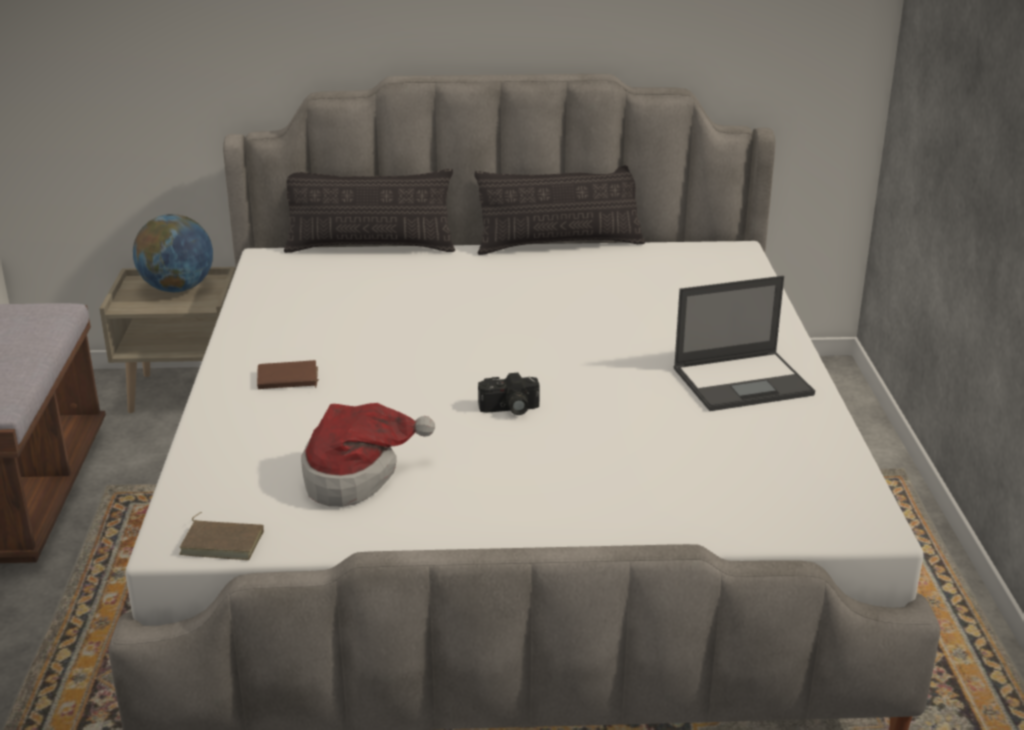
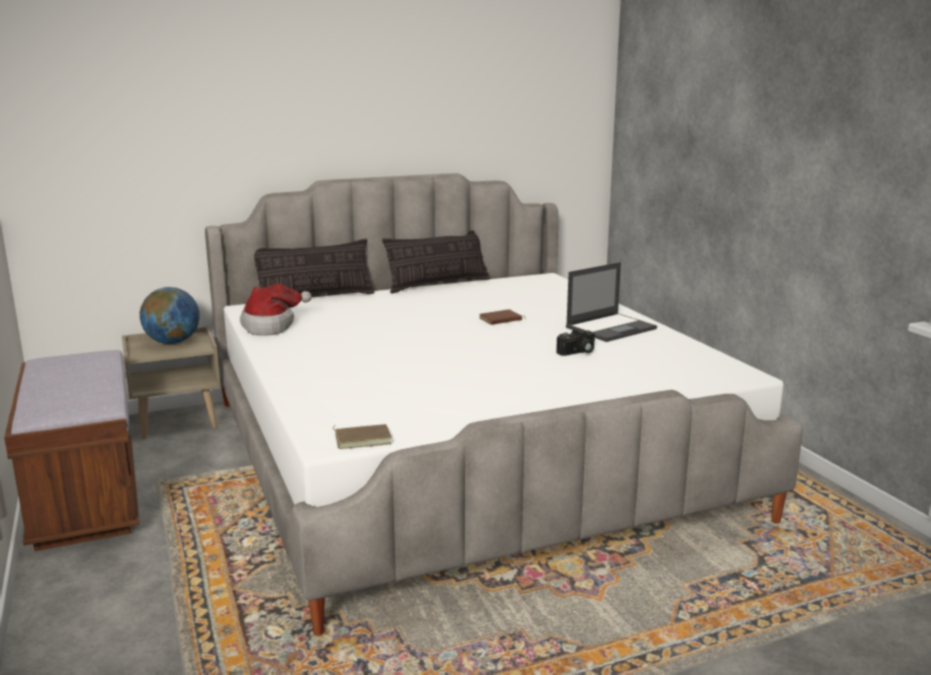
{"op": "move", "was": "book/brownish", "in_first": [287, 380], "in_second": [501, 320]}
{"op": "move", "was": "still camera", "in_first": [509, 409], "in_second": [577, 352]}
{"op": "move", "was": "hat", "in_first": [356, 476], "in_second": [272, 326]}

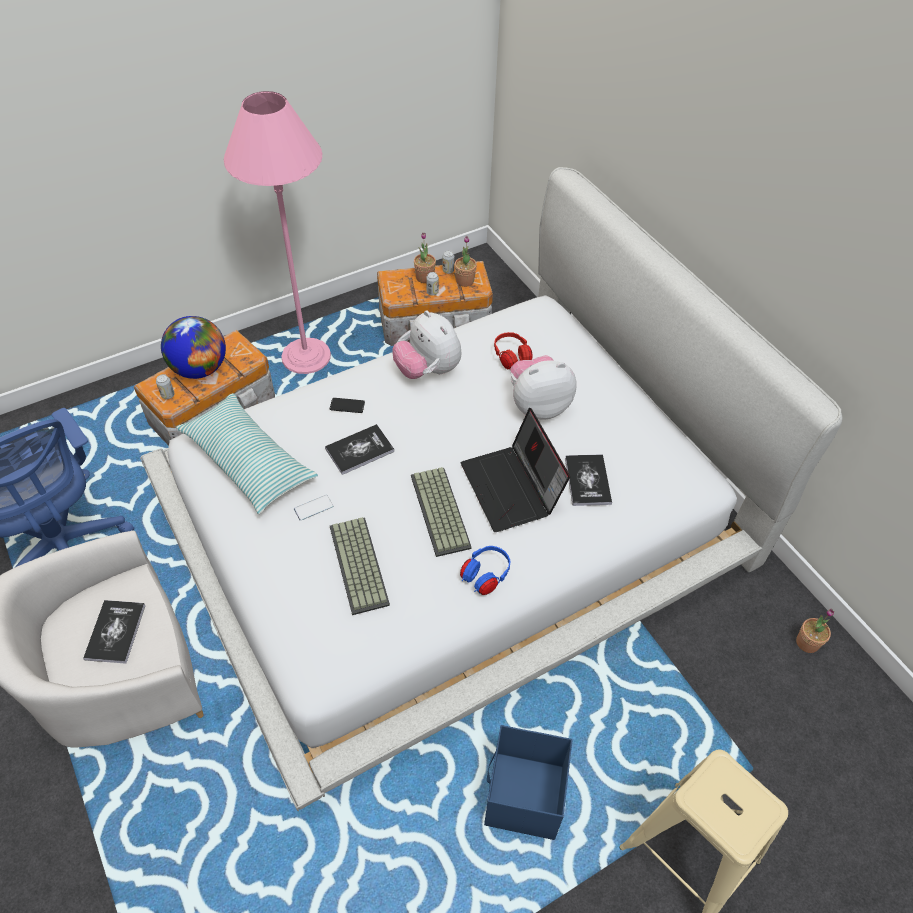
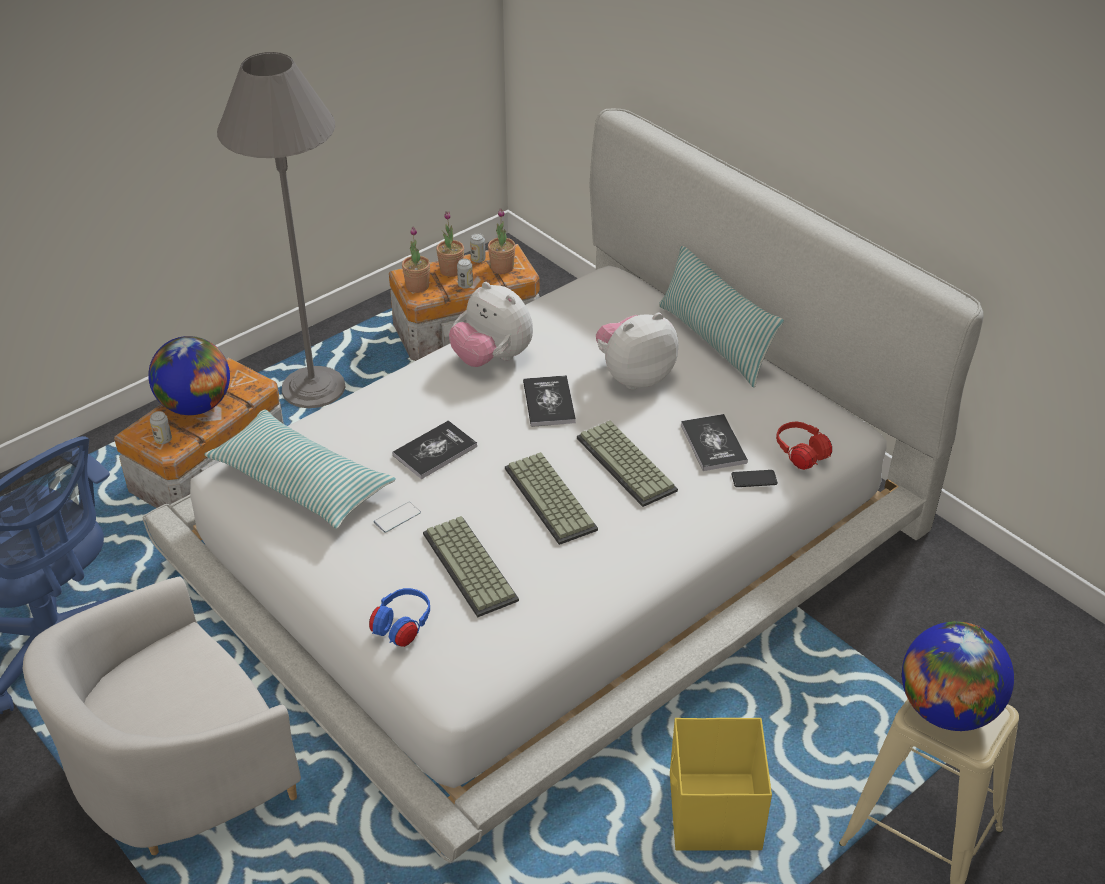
{"op": "recolor", "was": "floor lamp/pinkish", "now": "floor lamp/grey", "in_first": [306, 357], "in_second": [313, 389]}
{"op": "move", "was": "pair of headphones/red", "in_first": [511, 358], "in_second": [801, 455]}
{"op": "move", "was": "handset", "in_first": [347, 406], "in_second": [754, 479]}
{"op": "replace", "was": "portable computer", "now": "PC keyboard", "in_first": [512, 489], "in_second": [628, 464]}
{"op": "move", "was": "pair of headphones/blue-coloured", "in_first": [485, 576], "in_second": [402, 627]}
{"op": "move", "was": "book", "in_first": [115, 632], "in_second": [549, 402]}
{"op": "move", "was": "potted plant", "in_first": [807, 643], "in_second": [417, 286]}
{"op": "recolor", "was": "storage box/blue-coloured", "now": "storage box/yellow", "in_first": [523, 797], "in_second": [714, 814]}
{"op": "insert", "now": "pillow", "in_second": [714, 341]}
{"op": "insert", "now": "desk globe", "in_second": [947, 709]}

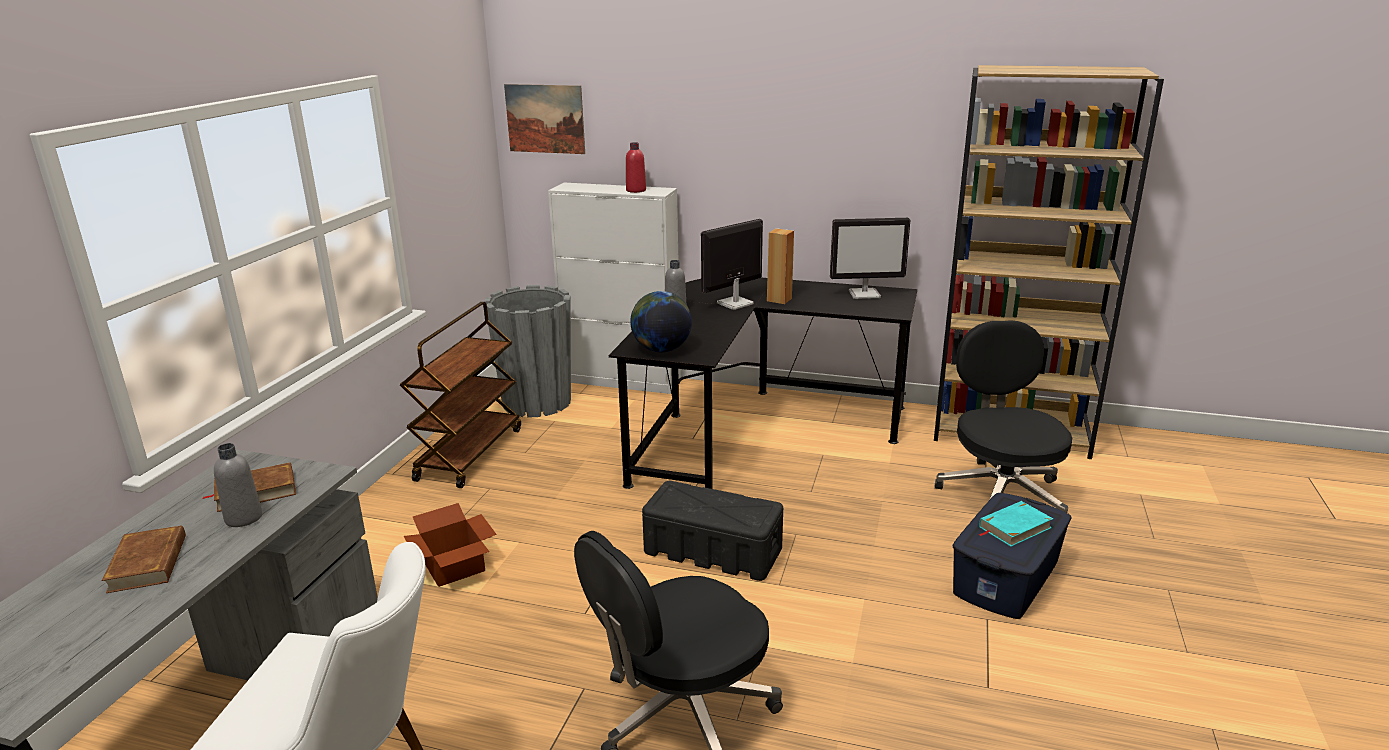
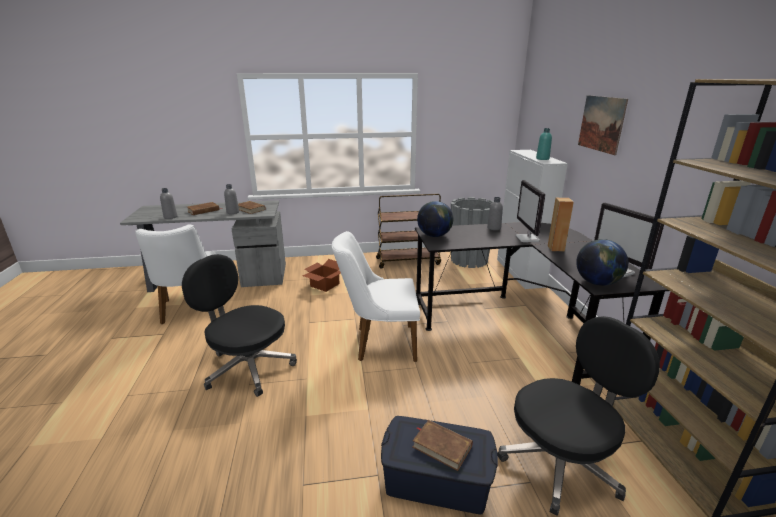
{"op": "move", "was": "wall art", "in_first": [545, 119], "in_second": [601, 124]}
{"op": "recolor", "was": "bottle/red", "now": "bottle/turquoise", "in_first": [636, 190], "in_second": [542, 159]}
{"op": "rotate", "was": "computer display", "in_first": [734, 304], "in_second": [527, 239], "clockwise": -120}
{"op": "replace", "was": "storage box/black-coloured", "now": "upright chair/white", "in_first": [712, 551], "in_second": [379, 343]}
{"op": "recolor", "was": "book/turquoise", "now": "book/brownish", "in_first": [1014, 527], "in_second": [442, 446]}
{"op": "insert", "now": "bottle/grey", "in_second": [170, 217]}
{"op": "insert", "now": "desk globe", "in_second": [597, 282]}

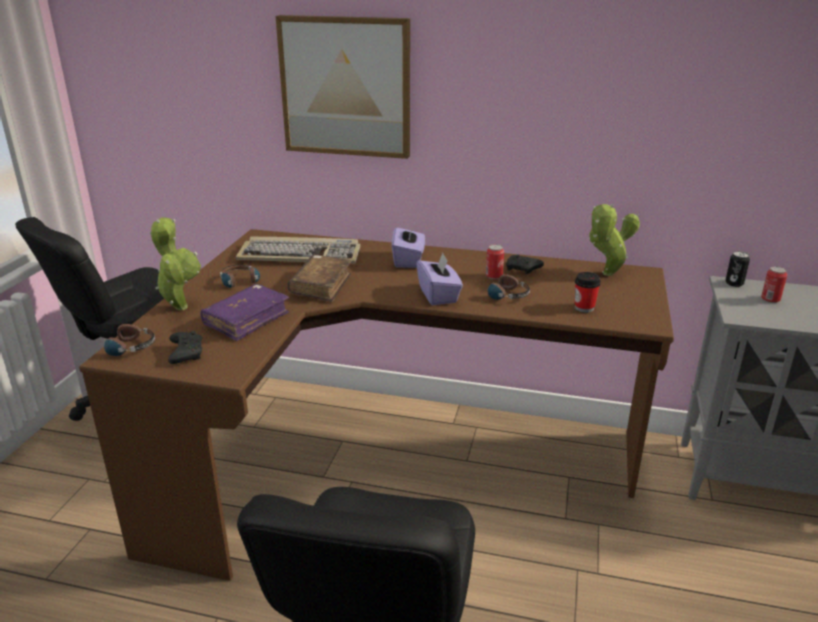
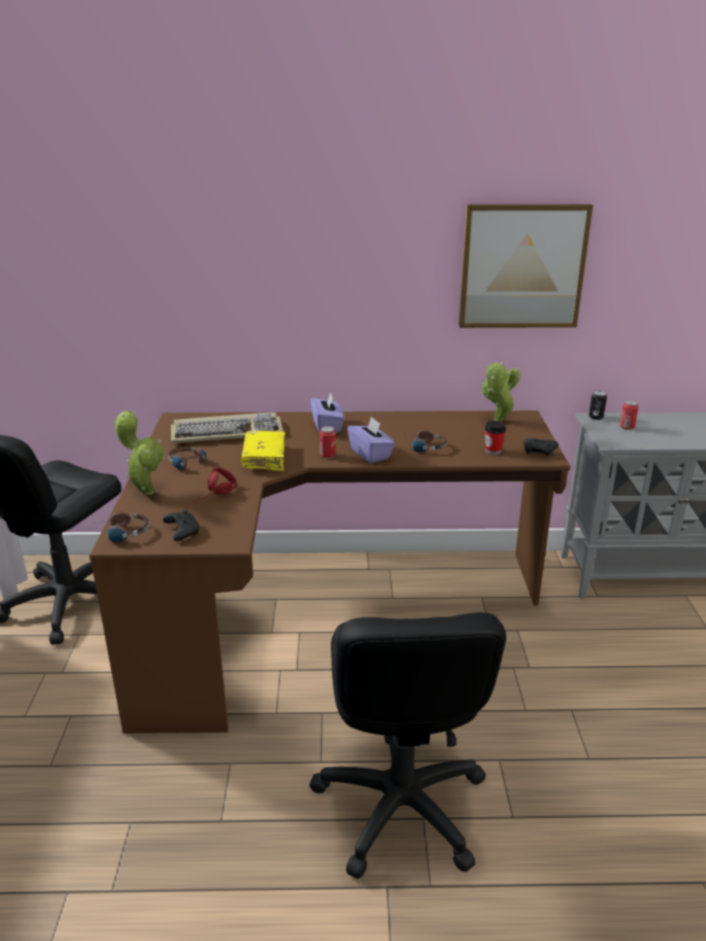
{"op": "move", "was": "wall art", "in_first": [346, 87], "in_second": [522, 266]}
{"op": "move", "was": "sealed can", "in_first": [494, 276], "in_second": [328, 455]}
{"op": "recolor", "was": "book/brownish", "now": "book/yellow", "in_first": [321, 286], "in_second": [264, 458]}
{"op": "move", "was": "joypad/black-coloured", "in_first": [523, 270], "in_second": [539, 452]}
{"op": "replace", "was": "book/purplish", "now": "pair of headphones/red", "in_first": [247, 320], "in_second": [217, 495]}

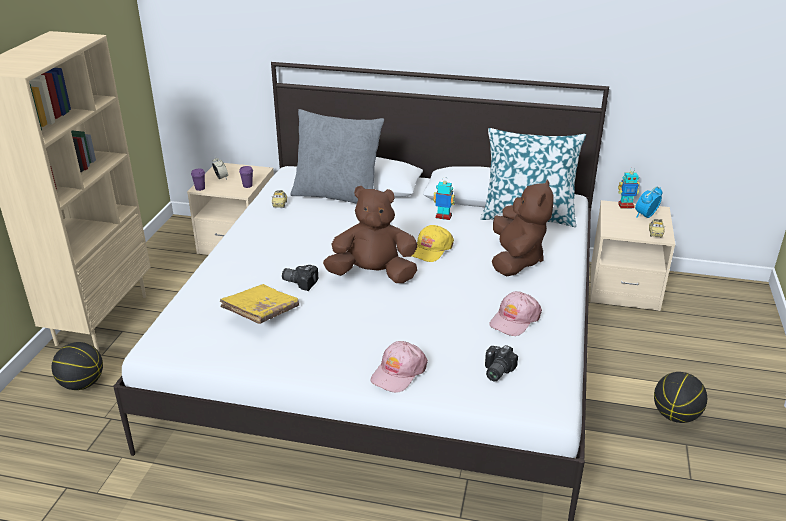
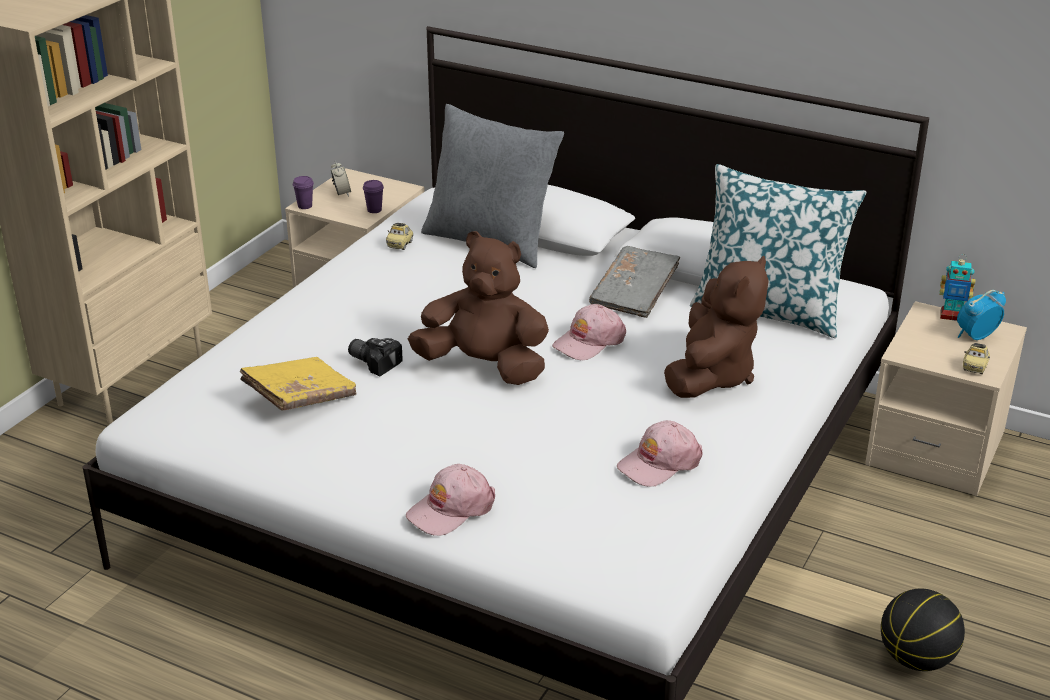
{"op": "replace", "was": "model robot", "now": "book/grey", "in_first": [443, 217], "in_second": [634, 295]}
{"op": "recolor", "was": "cap/yellow", "now": "cap/pinkish", "in_first": [431, 249], "in_second": [589, 341]}
{"op": "delete", "was": "basketball", "in_first": [82, 384]}
{"op": "delete", "was": "still camera", "in_first": [495, 371]}

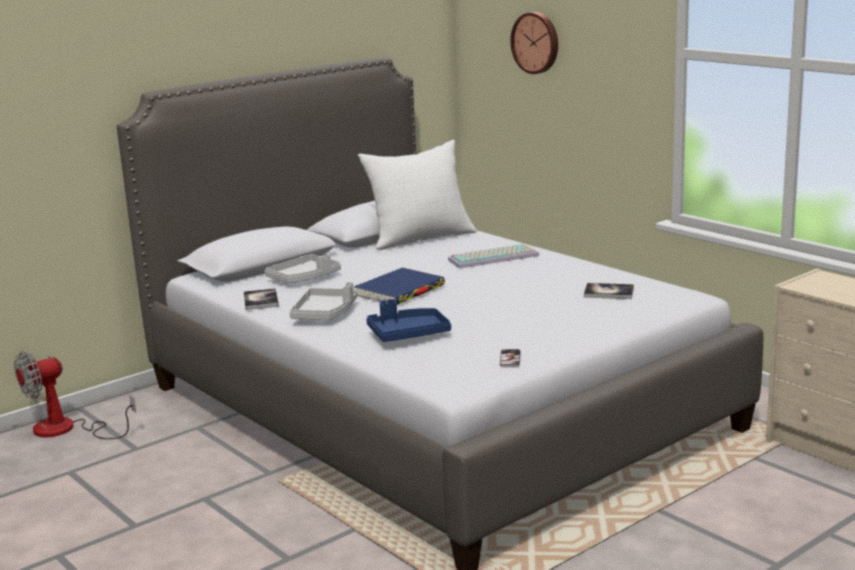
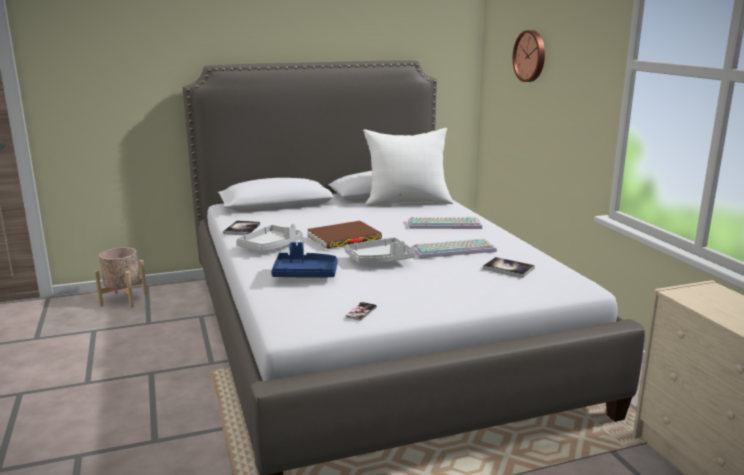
{"op": "move", "was": "serving tray/grey", "in_first": [304, 278], "in_second": [380, 260]}
{"op": "recolor", "was": "book/blue-coloured", "now": "book/brownish", "in_first": [400, 291], "in_second": [344, 238]}
{"op": "replace", "was": "electric fan", "now": "planter/beige", "in_first": [67, 429], "in_second": [124, 299]}
{"op": "insert", "now": "PC keyboard", "in_second": [454, 249]}

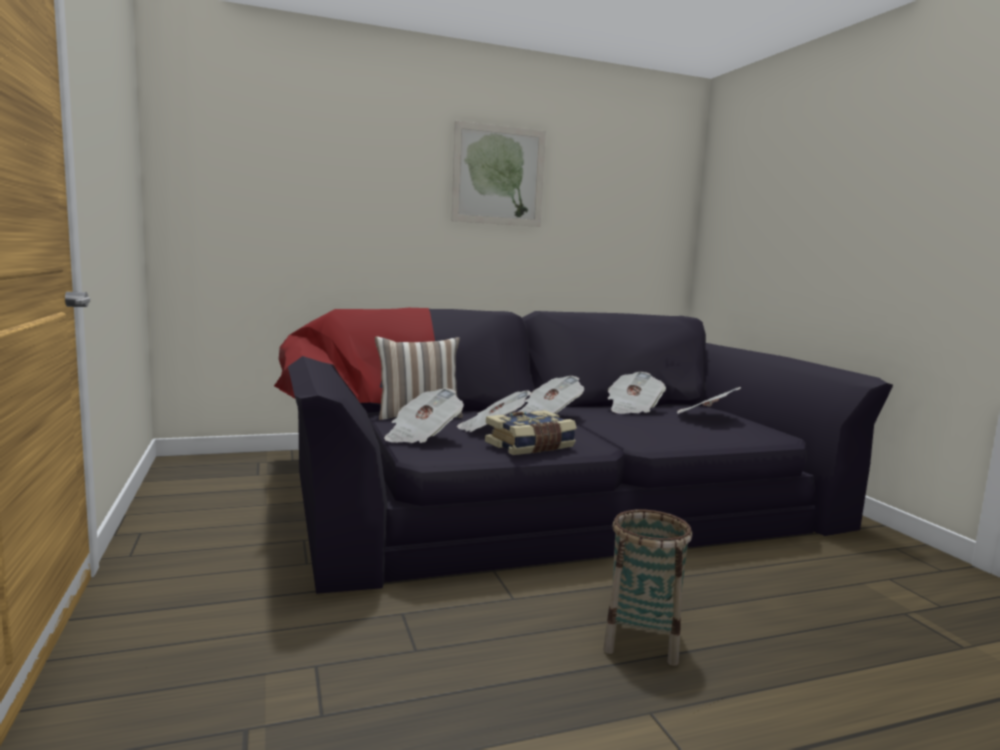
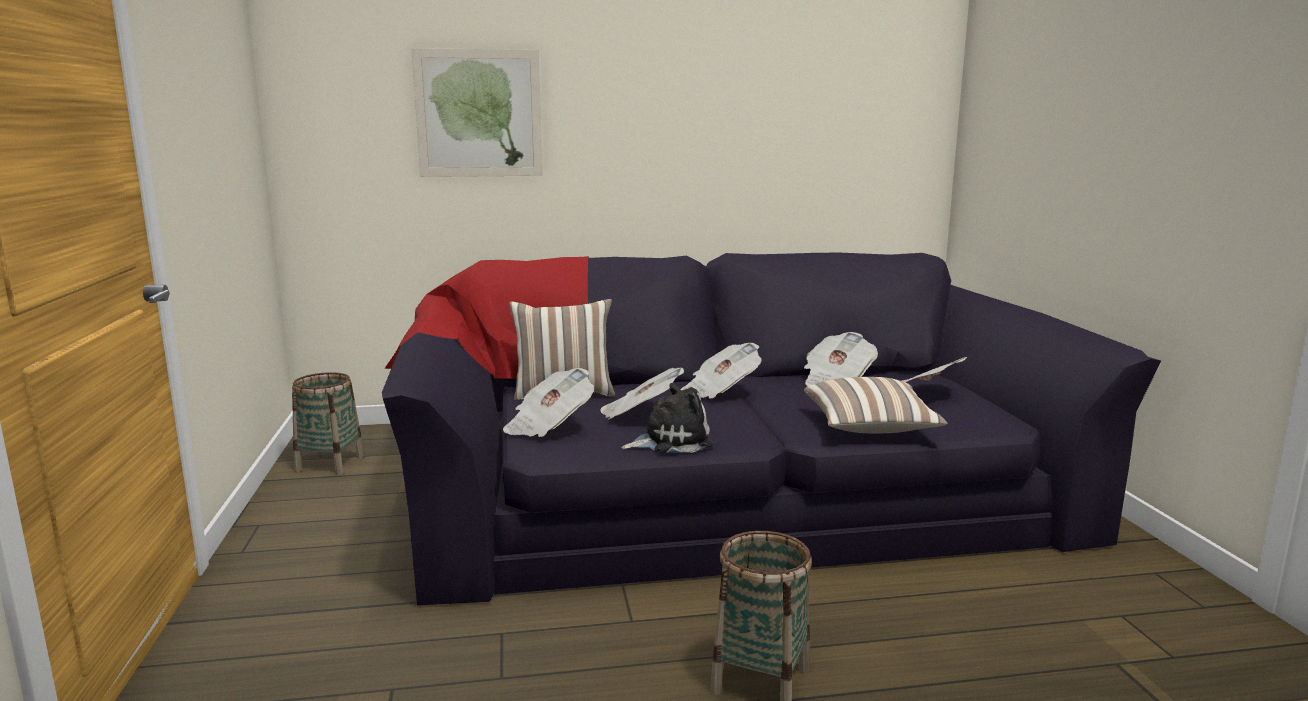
{"op": "move", "was": "wall art", "in_first": [498, 175], "in_second": [479, 113]}
{"op": "replace", "was": "book", "now": "cuddly toy", "in_first": [531, 446], "in_second": [671, 441]}
{"op": "insert", "now": "basket", "in_second": [330, 463]}
{"op": "insert", "now": "pillow", "in_second": [870, 428]}

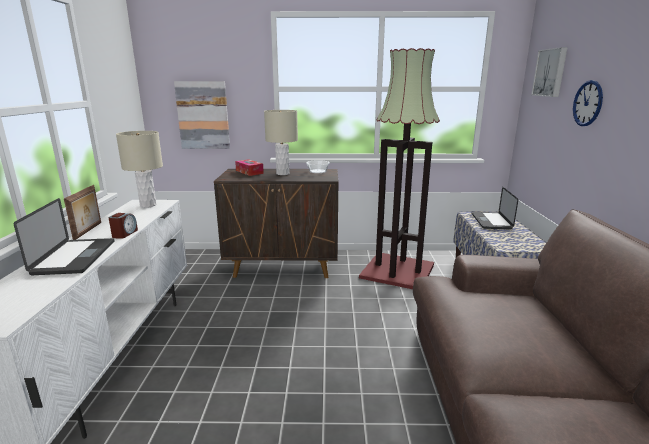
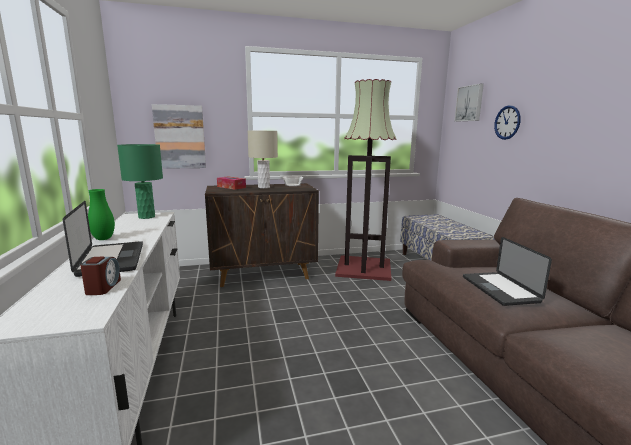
{"op": "recolor", "was": "lamp for a table/beige", "now": "lamp for a table/green-coloured", "in_first": [148, 205], "in_second": [146, 217]}
{"op": "replace", "was": "picture frame", "now": "vase/green-coloured", "in_first": [89, 231], "in_second": [103, 239]}
{"op": "move", "was": "portable computer", "in_first": [491, 221], "in_second": [499, 289]}
{"op": "move", "was": "bedside clock", "in_first": [124, 234], "in_second": [103, 287]}

